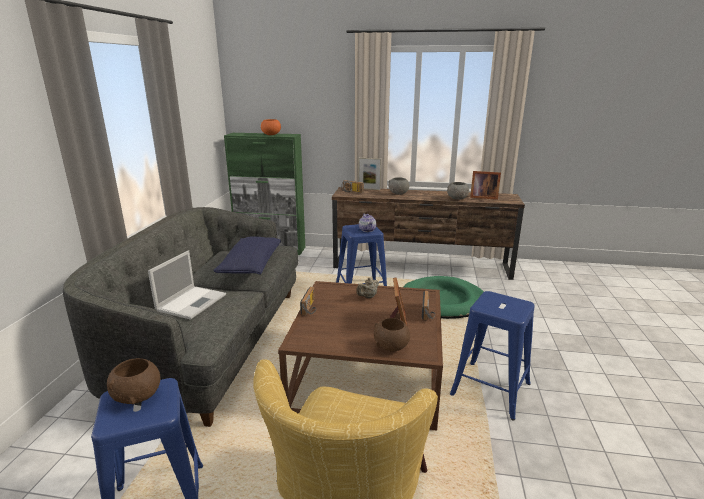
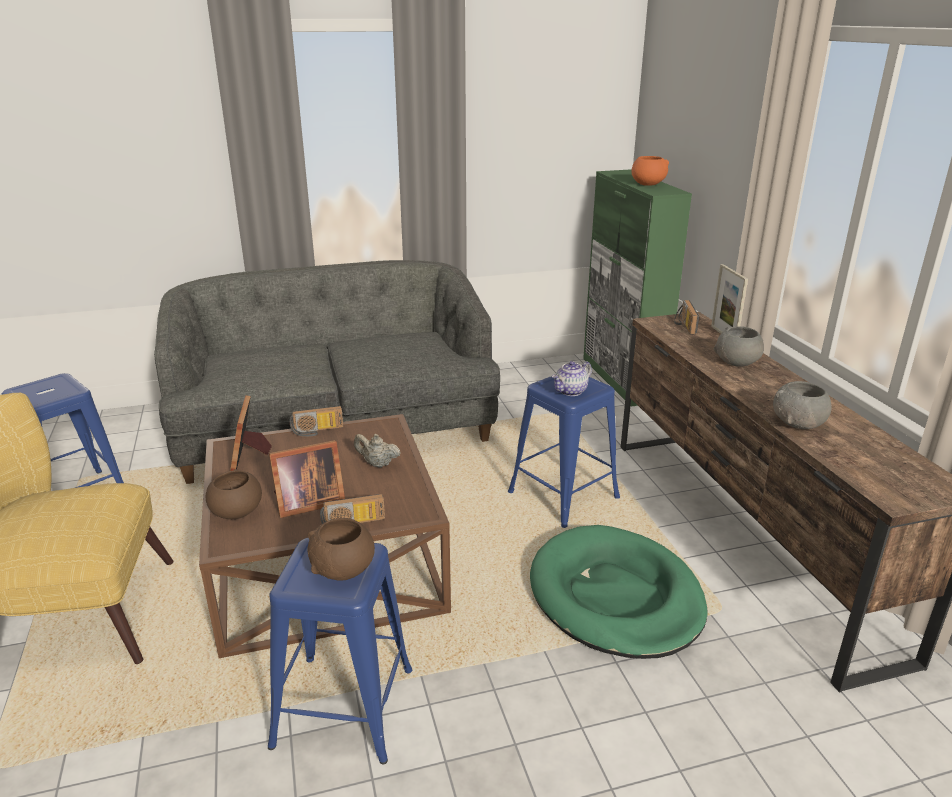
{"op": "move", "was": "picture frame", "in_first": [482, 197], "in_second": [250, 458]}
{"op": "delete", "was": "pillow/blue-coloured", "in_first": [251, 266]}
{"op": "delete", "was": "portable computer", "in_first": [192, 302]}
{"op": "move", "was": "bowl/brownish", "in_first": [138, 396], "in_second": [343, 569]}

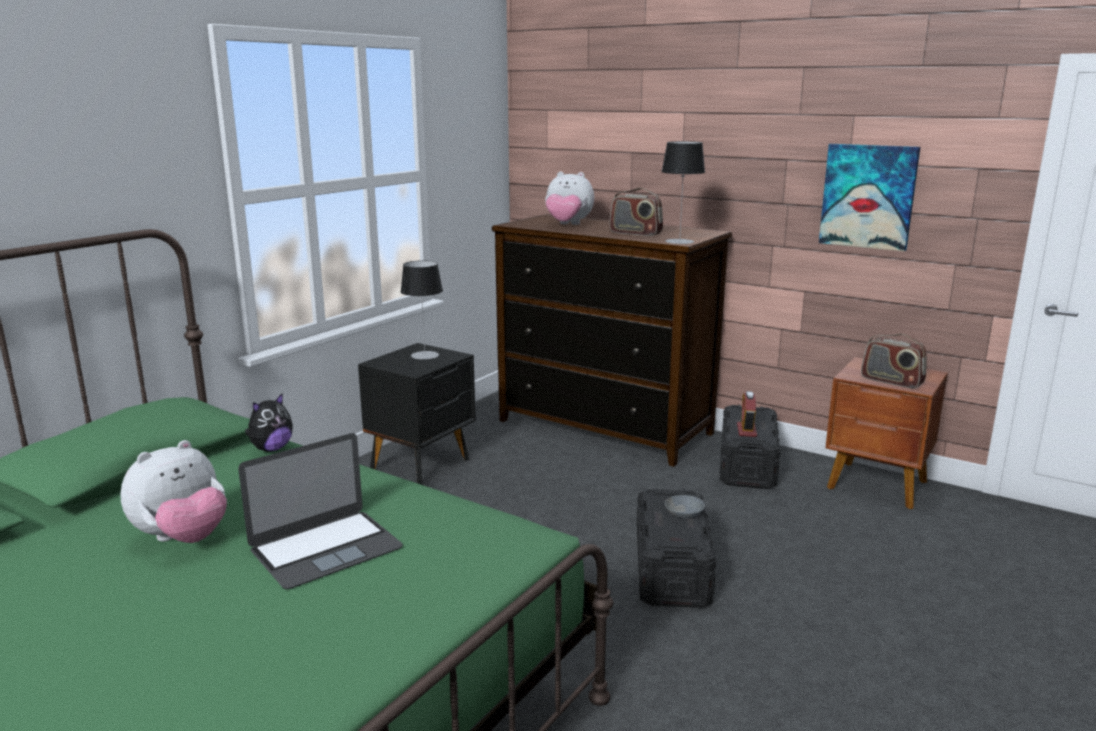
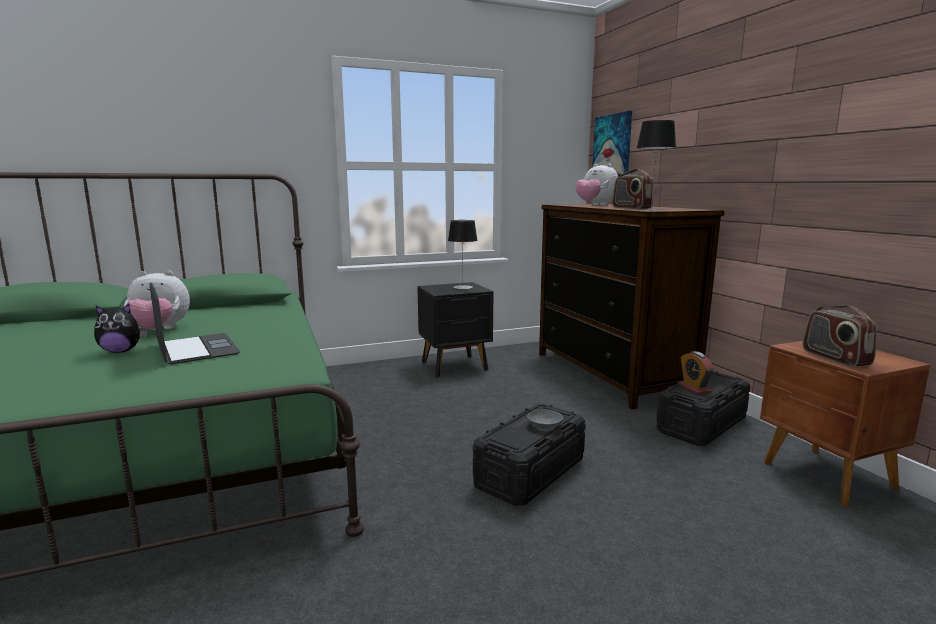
{"op": "move", "was": "wall art", "in_first": [868, 196], "in_second": [612, 148]}
{"op": "rotate", "was": "bedside clock", "in_first": [746, 430], "in_second": [694, 388], "clockwise": -60}
{"op": "move", "was": "cuddly toy", "in_first": [271, 449], "in_second": [121, 351]}
{"op": "rotate", "was": "portable computer", "in_first": [326, 548], "in_second": [197, 349], "clockwise": -120}

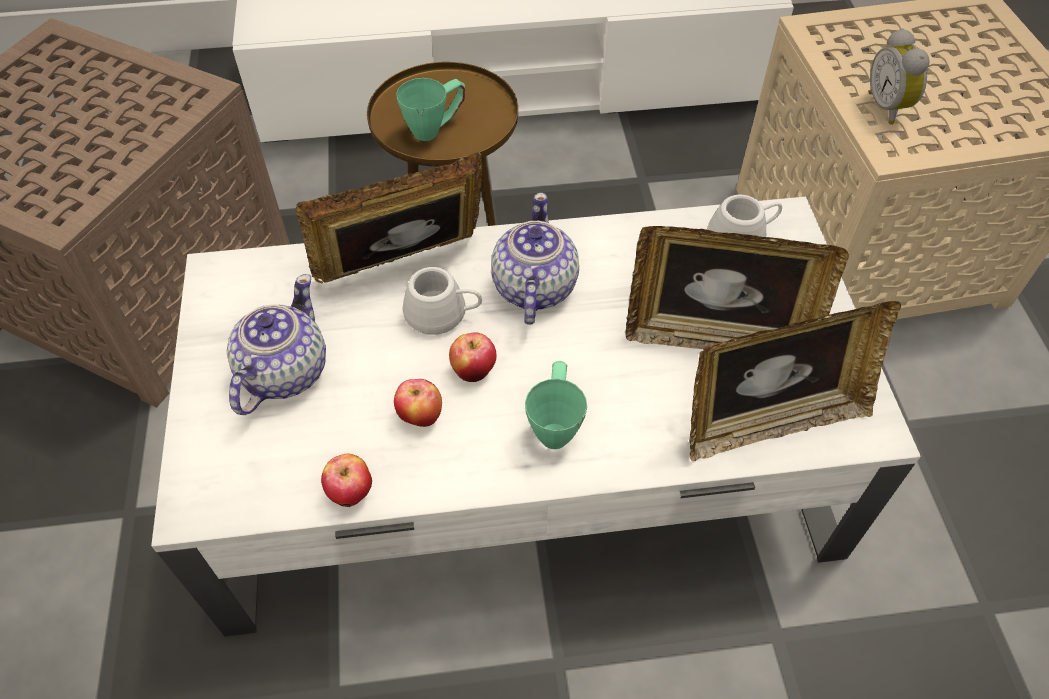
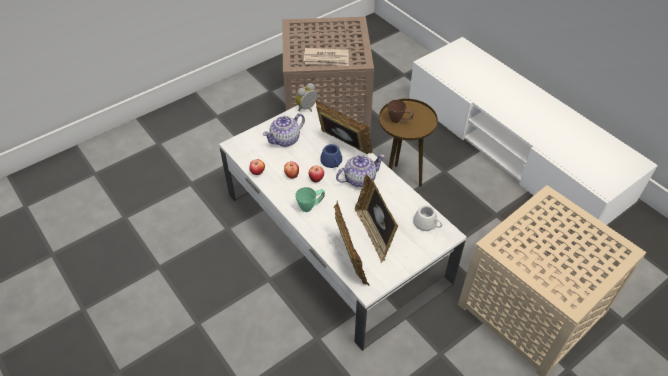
{"op": "move", "was": "bedside clock", "in_first": [889, 107], "in_second": [307, 109]}
{"op": "recolor", "was": "tea mug/green-coloured", "now": "tea mug/brownish", "in_first": [435, 128], "in_second": [399, 121]}
{"op": "recolor", "was": "tea mug/white", "now": "tea mug/blue-coloured", "in_first": [443, 314], "in_second": [332, 163]}
{"op": "rotate", "was": "teapot", "in_first": [283, 373], "in_second": [285, 139], "clockwise": 150}
{"op": "rotate", "was": "picture frame", "in_first": [771, 422], "in_second": [350, 259], "clockwise": -150}
{"op": "insert", "now": "newspaper", "in_second": [326, 59]}

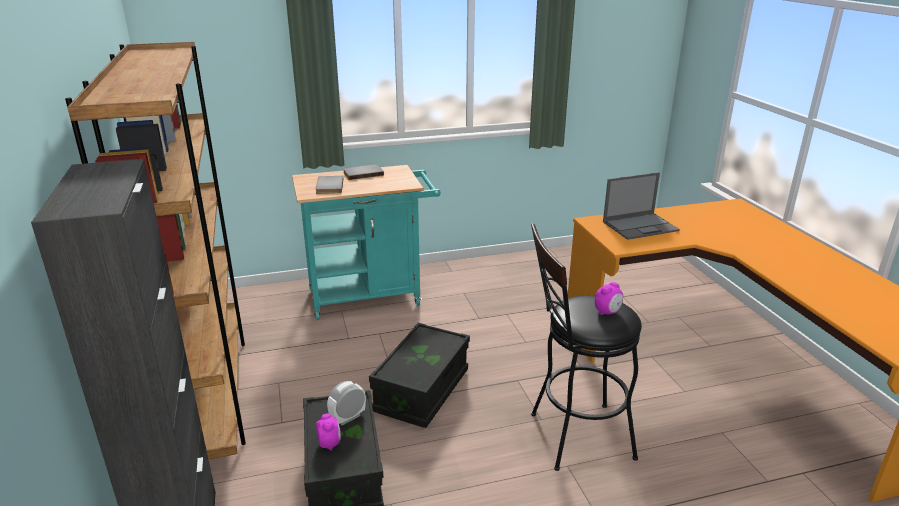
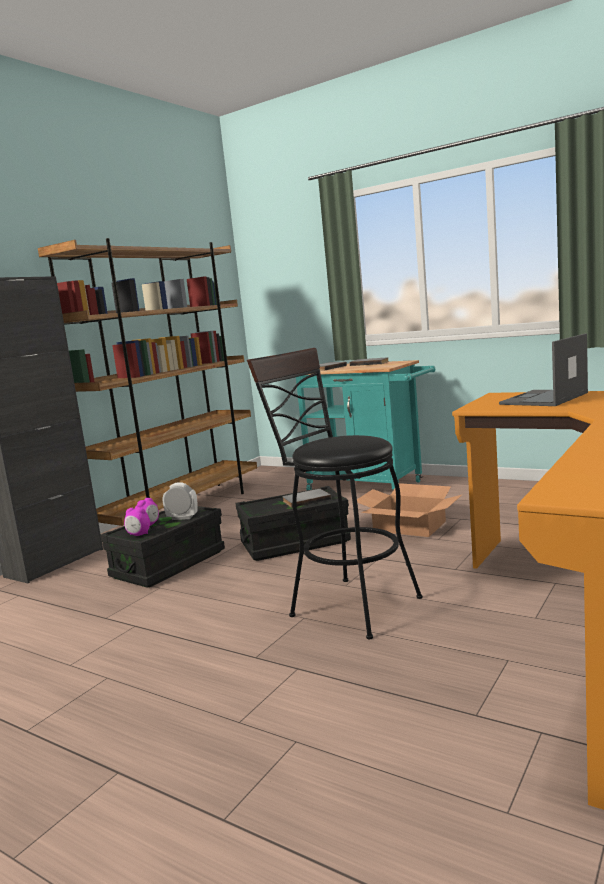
{"op": "rotate", "was": "portable computer", "in_first": [641, 226], "in_second": [544, 399], "clockwise": 105}
{"op": "move", "was": "bedside clock", "in_first": [607, 312], "in_second": [138, 535]}
{"op": "insert", "now": "cardboard box", "in_second": [409, 526]}
{"op": "insert", "now": "book/grey", "in_second": [306, 500]}

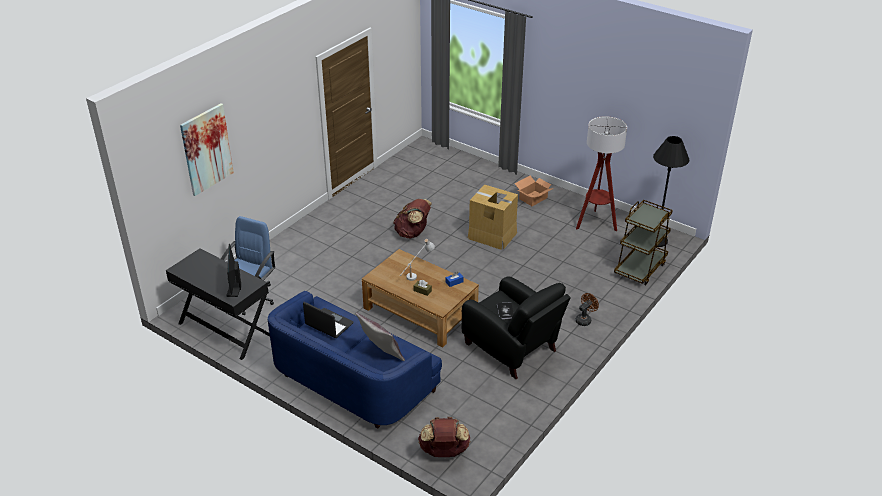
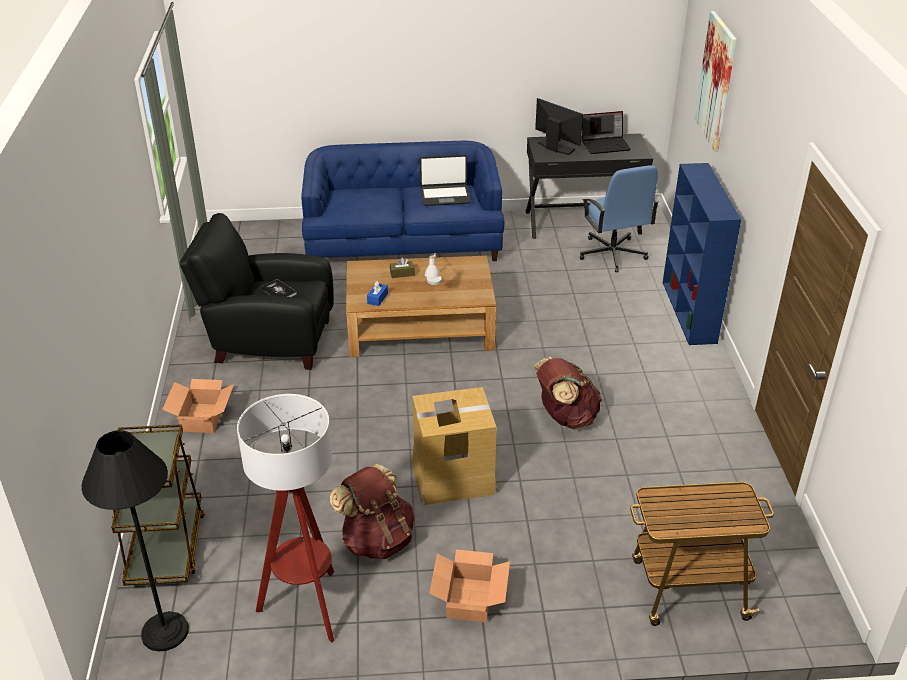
{"op": "replace", "was": "electric fan/brownish", "now": "cardboard box", "in_first": [584, 319], "in_second": [203, 418]}
{"op": "delete", "was": "pillow/grey", "in_first": [381, 354]}
{"op": "move", "was": "knapsack/brownish", "in_first": [444, 452], "in_second": [377, 539]}
{"op": "insert", "now": "portable computer", "in_second": [605, 144]}
{"op": "insert", "now": "bookcase/blue-coloured", "in_second": [689, 312]}
{"op": "insert", "now": "trolley", "in_second": [686, 590]}

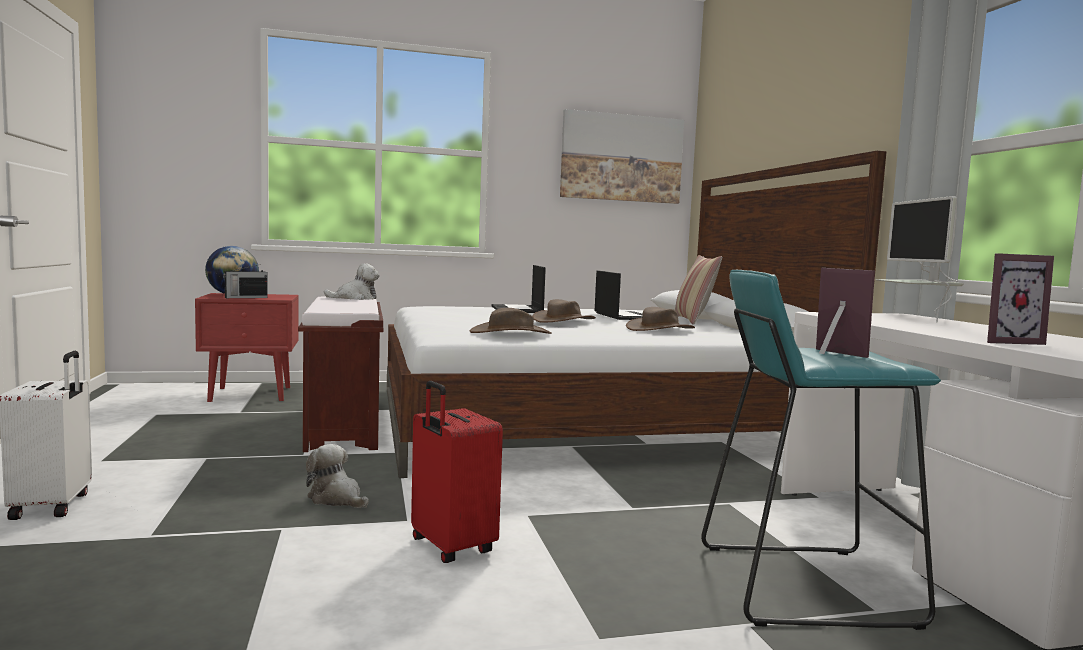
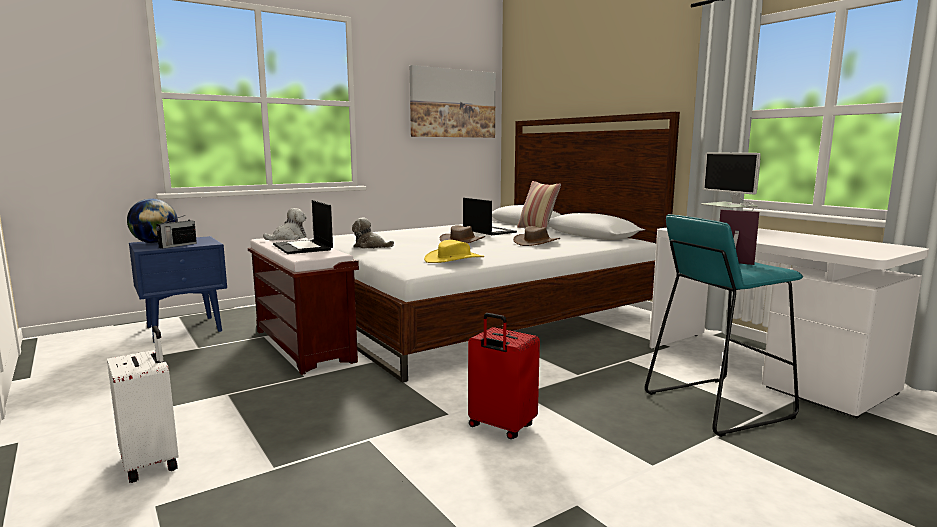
{"op": "delete", "was": "picture frame", "in_first": [1005, 341]}
{"op": "move", "was": "portable computer", "in_first": [517, 309], "in_second": [303, 247]}
{"op": "recolor", "was": "night table/red", "now": "night table/blue-coloured", "in_first": [252, 394], "in_second": [185, 329]}
{"op": "recolor", "was": "hat/brownish", "now": "hat/yellow", "in_first": [510, 333], "in_second": [454, 259]}
{"op": "move", "was": "cuddly toy", "in_first": [337, 499], "in_second": [370, 246]}

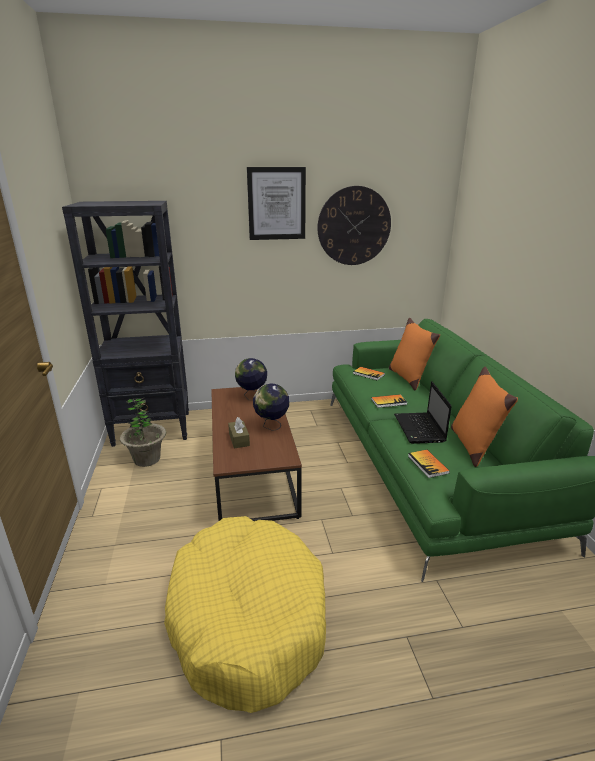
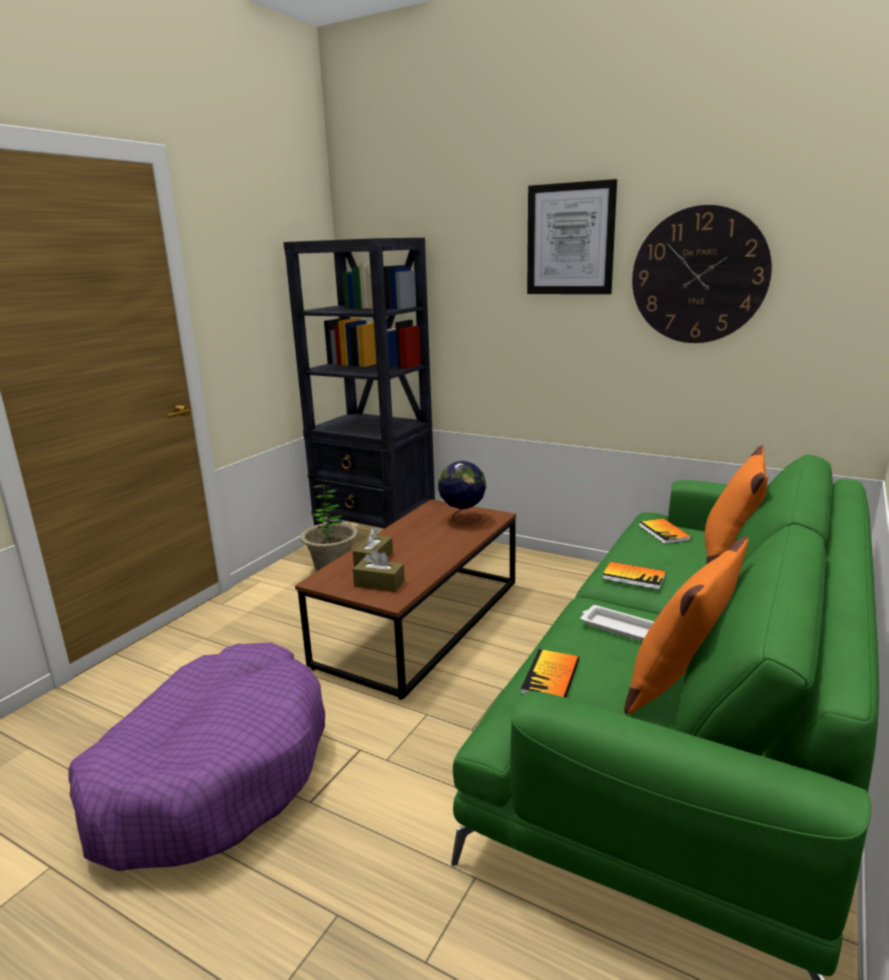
{"op": "replace", "was": "portable computer", "now": "serving tray/white", "in_first": [420, 429], "in_second": [621, 628]}
{"op": "delete", "was": "desk globe", "in_first": [271, 426]}
{"op": "recolor", "was": "dog cushion/yellow", "now": "dog cushion/purplish", "in_first": [246, 618], "in_second": [213, 772]}
{"op": "insert", "now": "box of tissues/brownish", "in_second": [379, 583]}

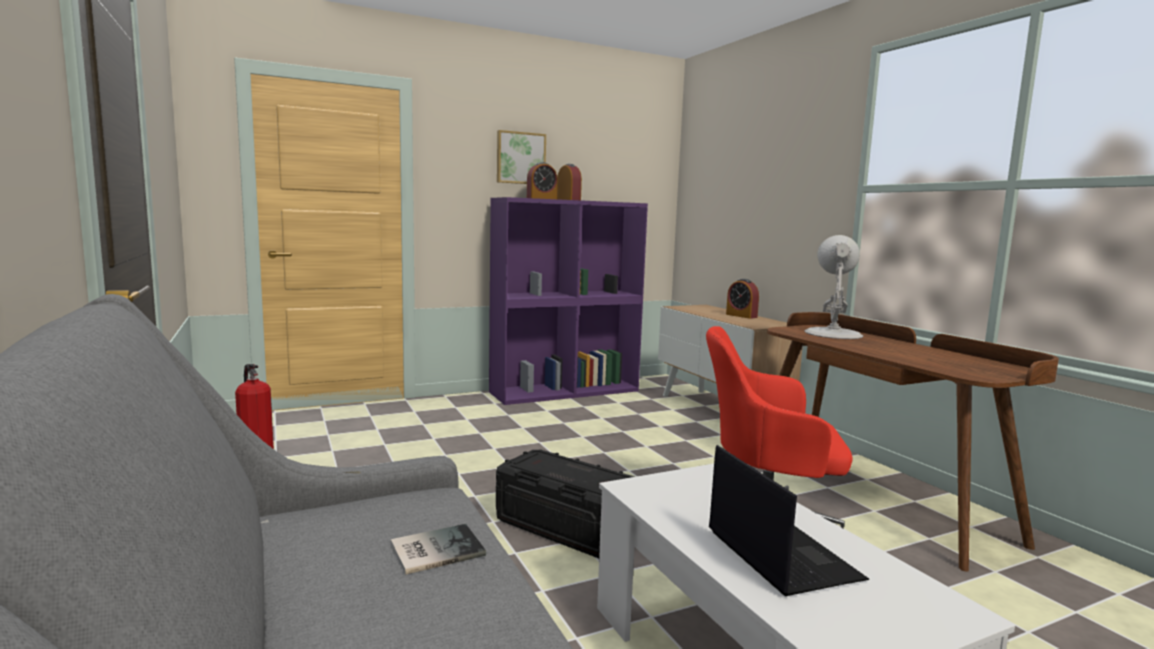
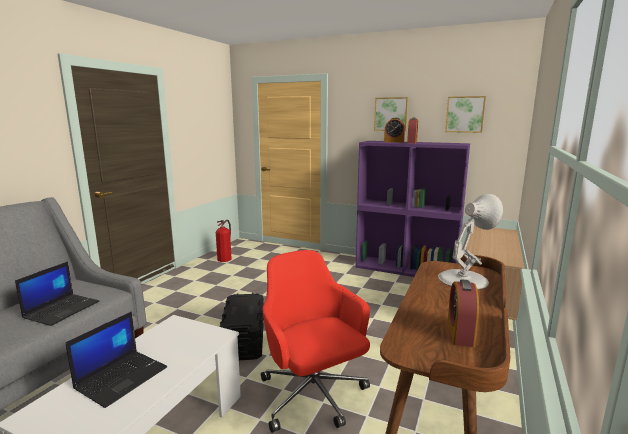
{"op": "move", "was": "bedside clock", "in_first": [741, 316], "in_second": [460, 333]}
{"op": "replace", "was": "book", "now": "portable computer", "in_first": [434, 549], "in_second": [62, 309]}
{"op": "insert", "now": "wall art", "in_second": [465, 114]}

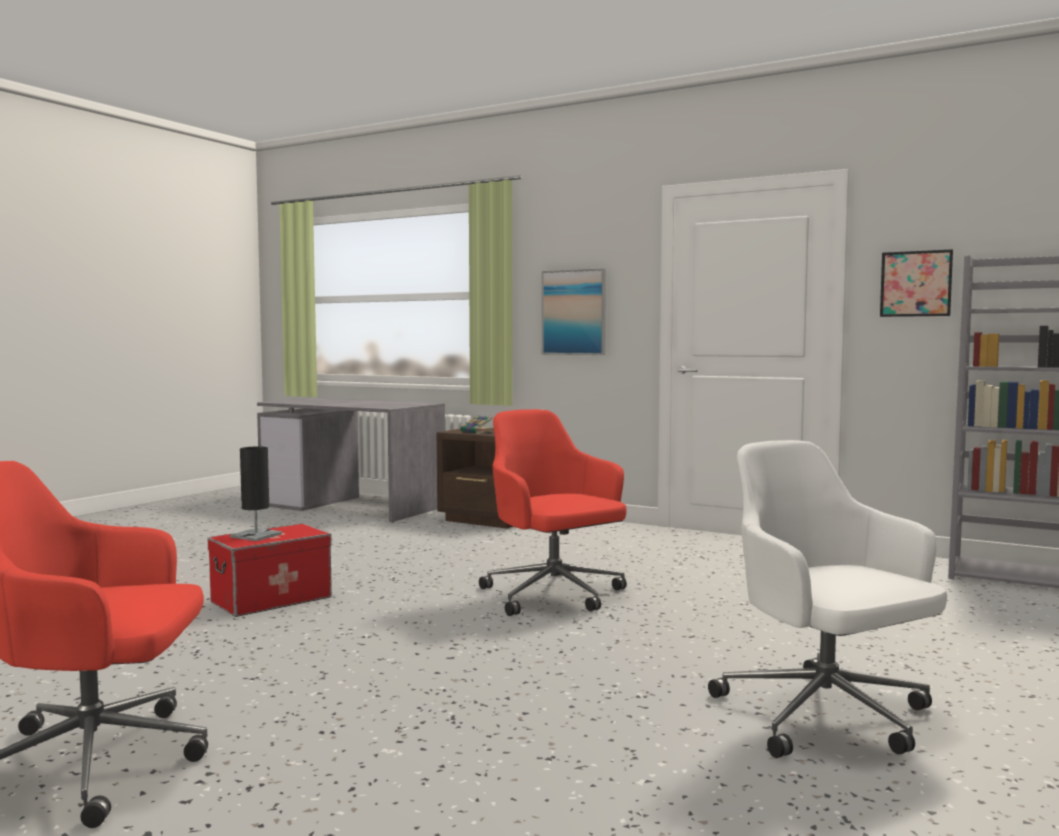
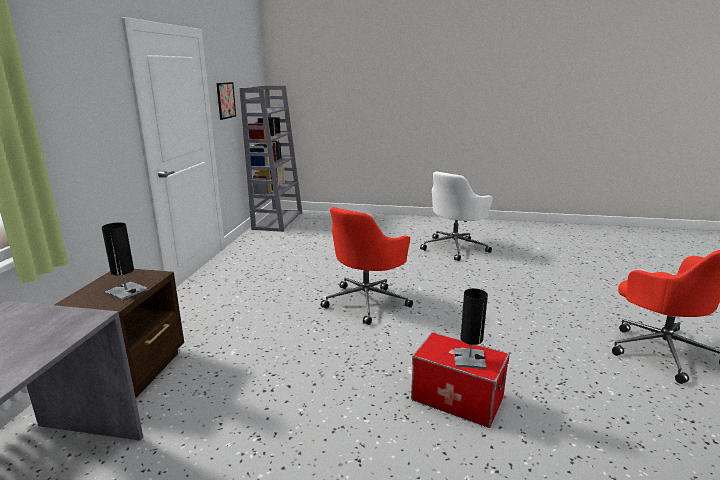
{"op": "delete", "was": "wall art", "in_first": [574, 312]}
{"op": "replace", "was": "book", "now": "lamp for a table/black-coloured", "in_first": [478, 432], "in_second": [126, 291]}

